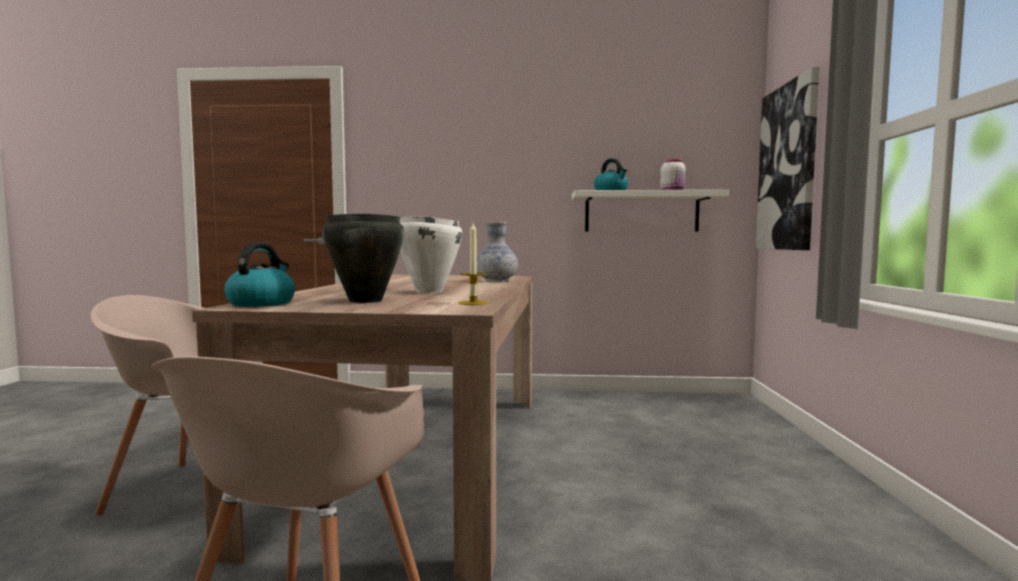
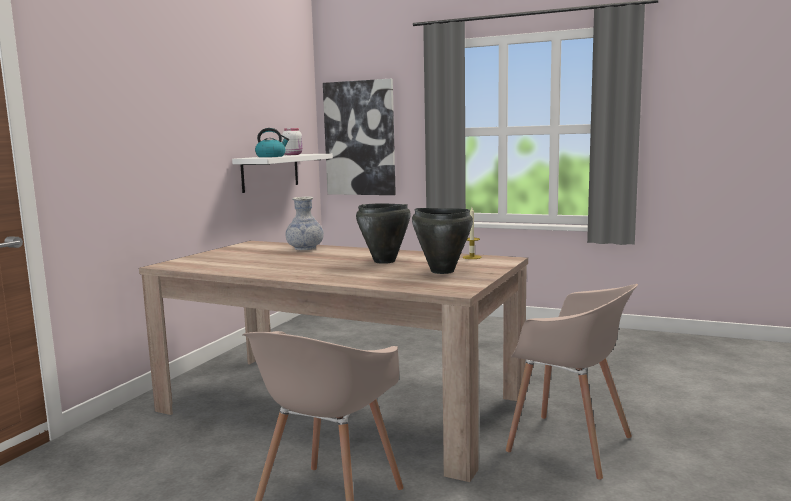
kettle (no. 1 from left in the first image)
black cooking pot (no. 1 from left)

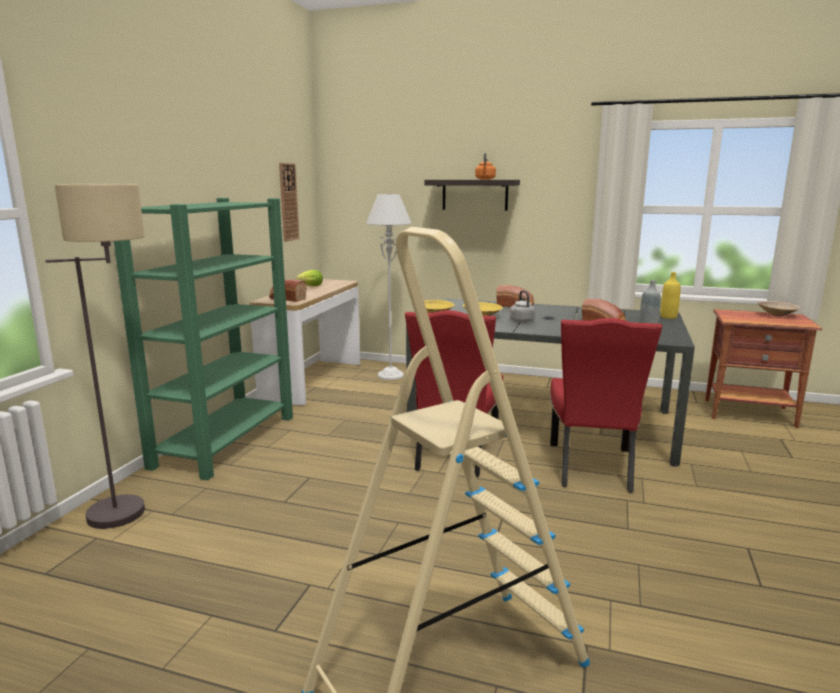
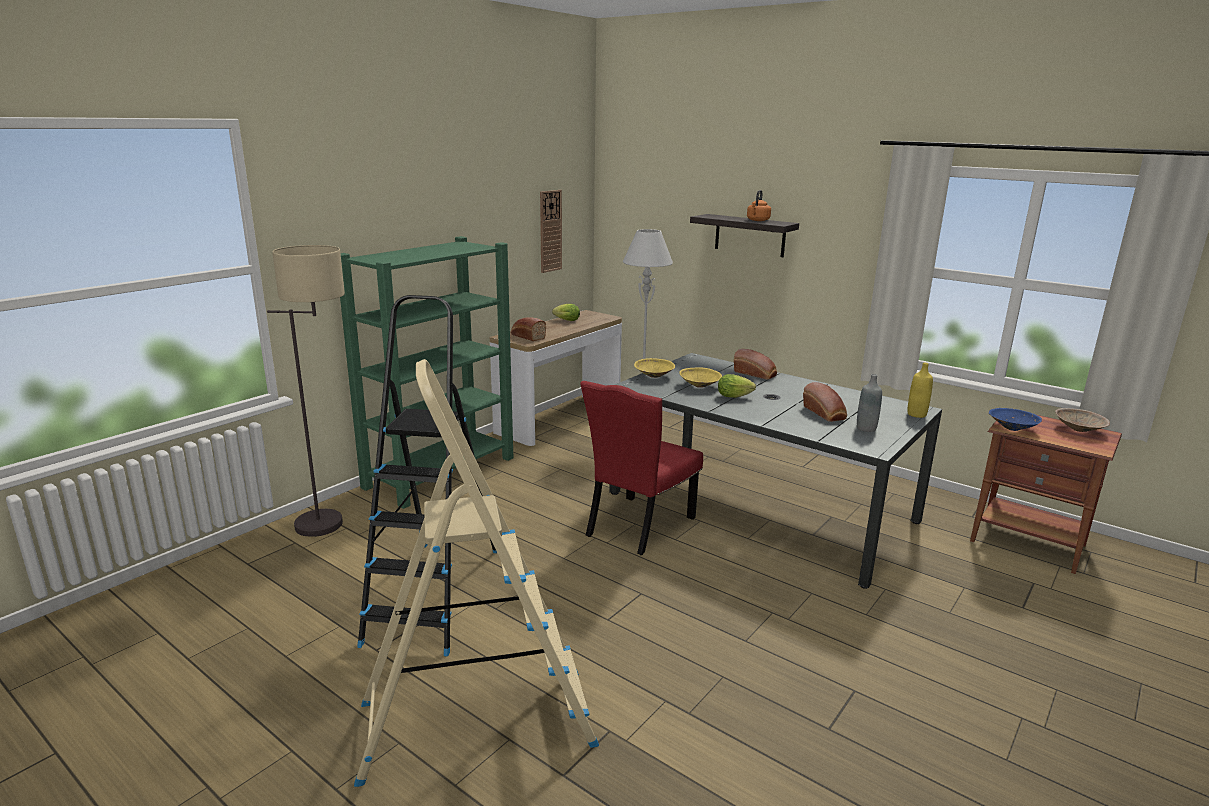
red chair (no. 2 from left in the first image)
black step ladder
blue bowl
lettuce (no. 2 from left)

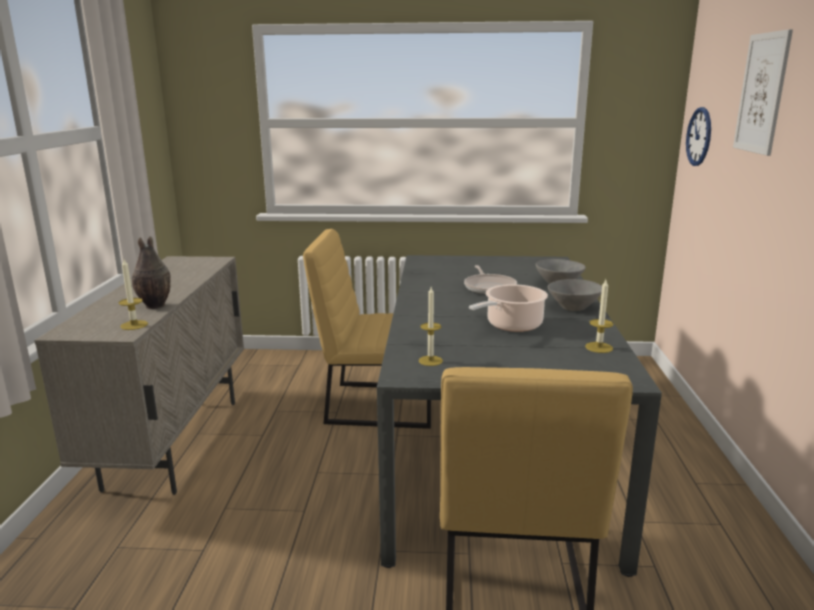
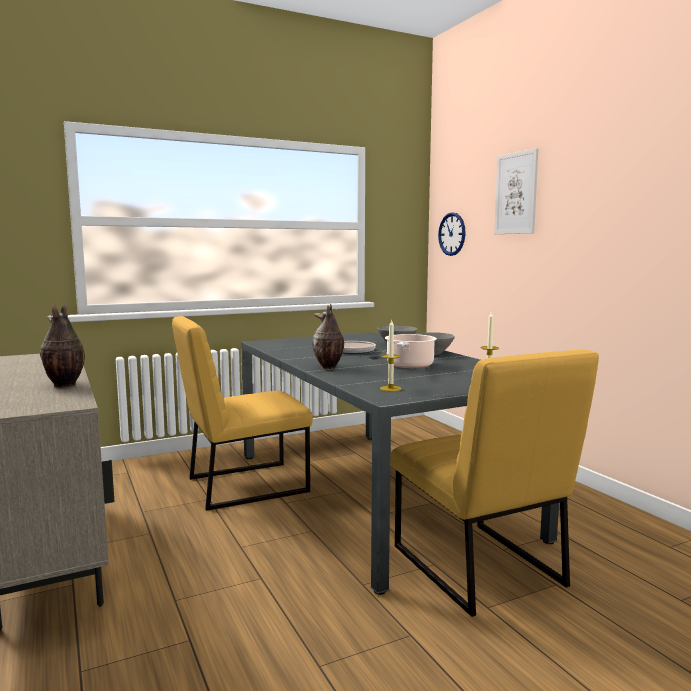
candle (no. 1 from left in the first image)
vase (no. 2 from left)

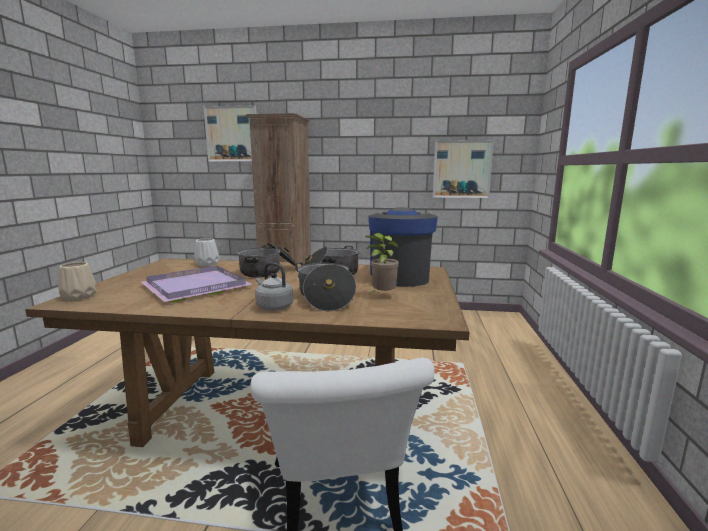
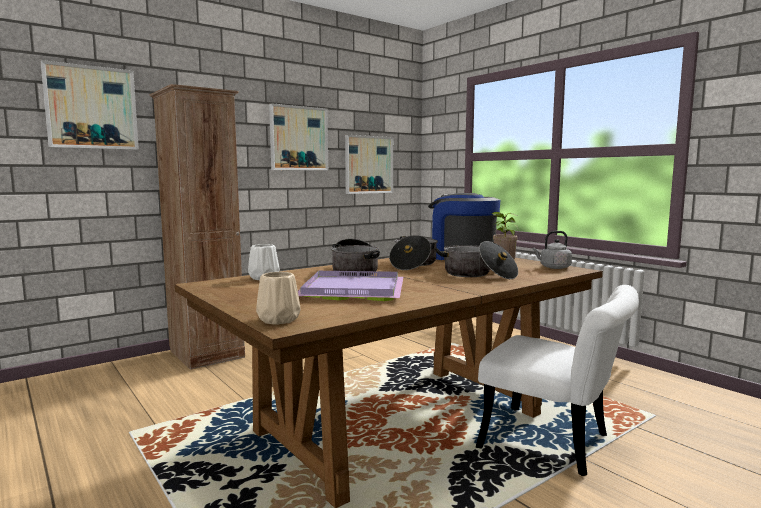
picture (no. 2 from left)
grey kettle

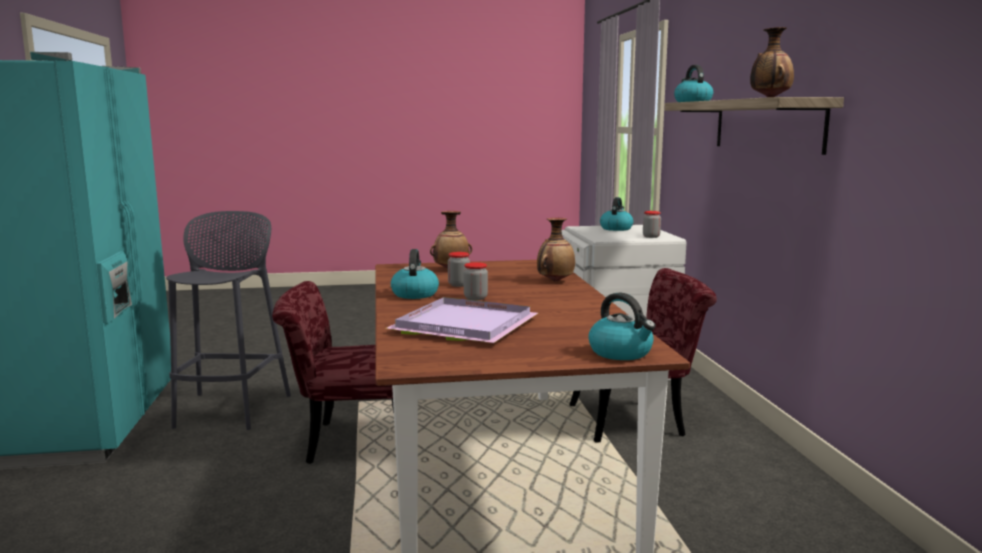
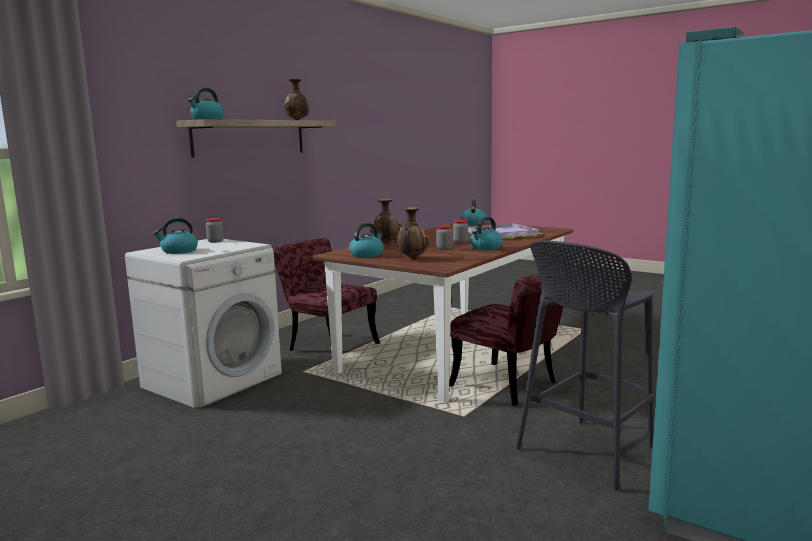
kettle (no. 3 from left)

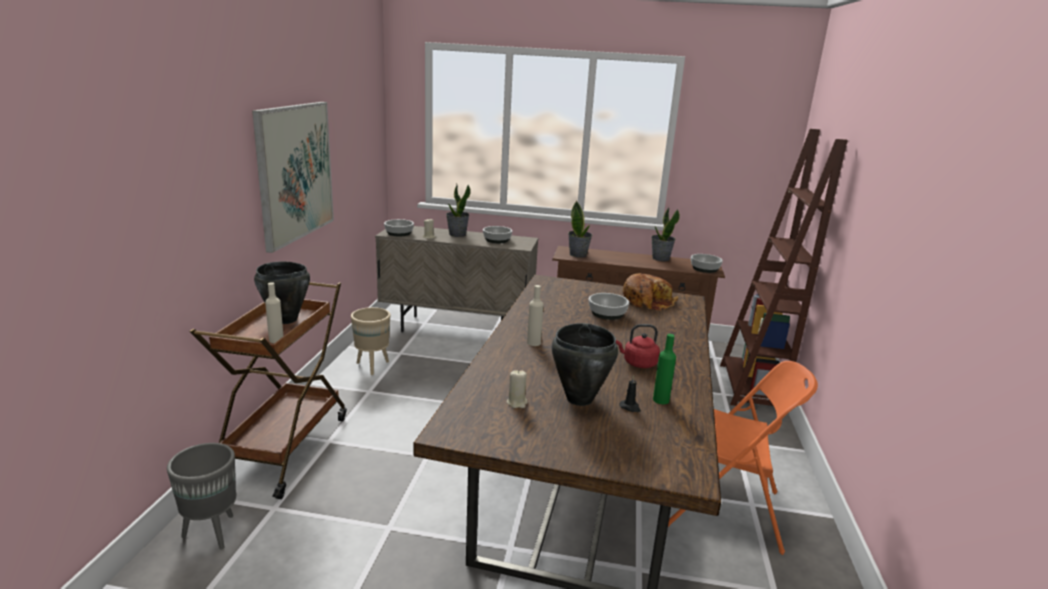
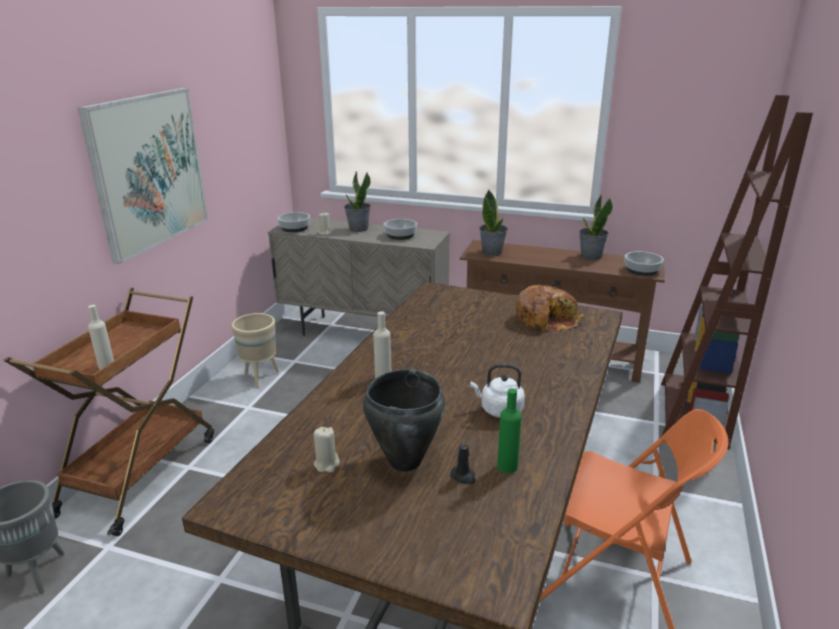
black cooking pot (no. 1 from left in the first image)
bowl (no. 3 from left in the first image)
white kettle

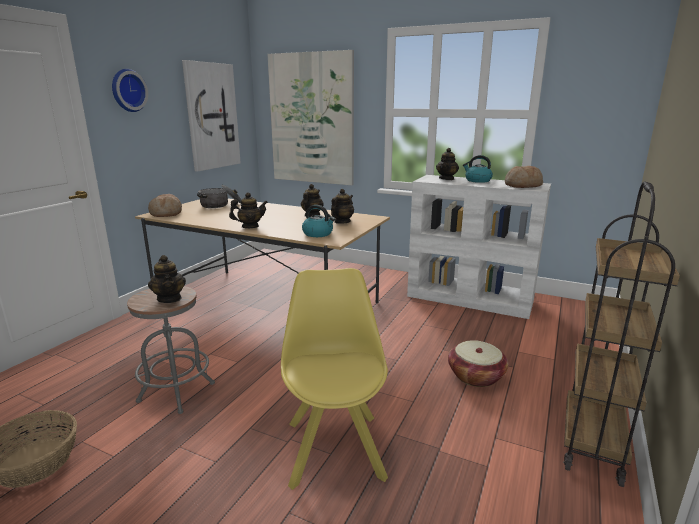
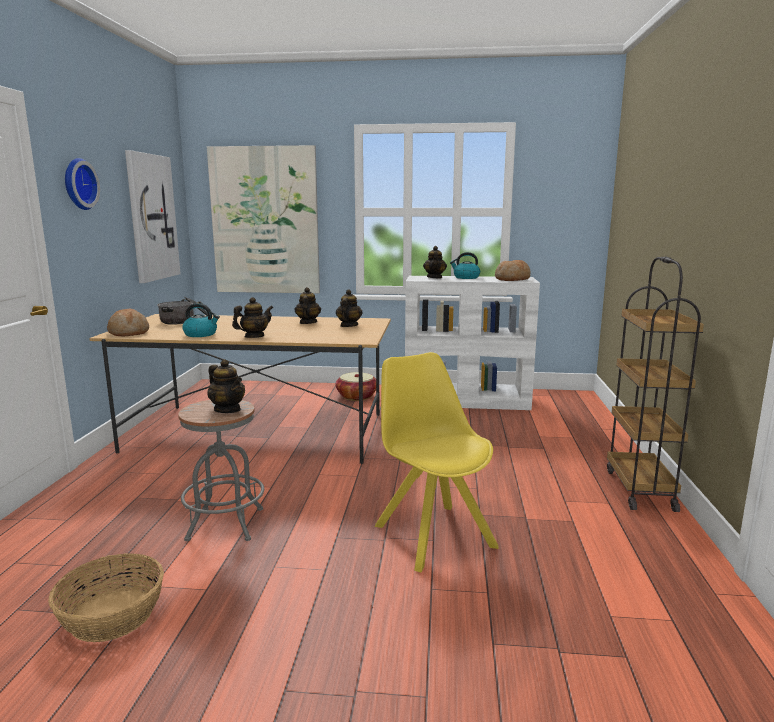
kettle (no. 1 from left)
basket (no. 2 from left)

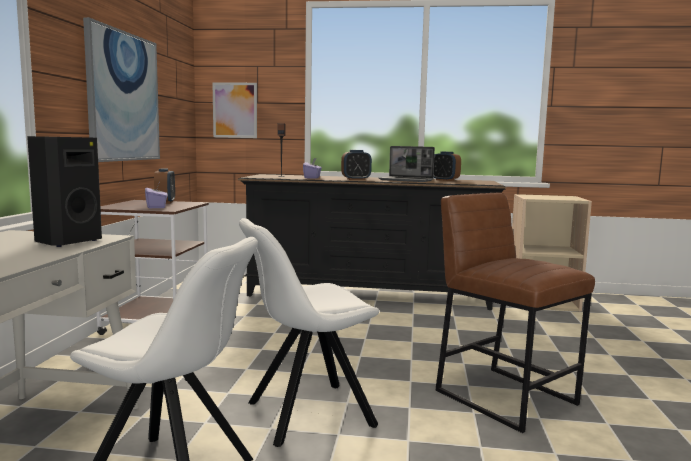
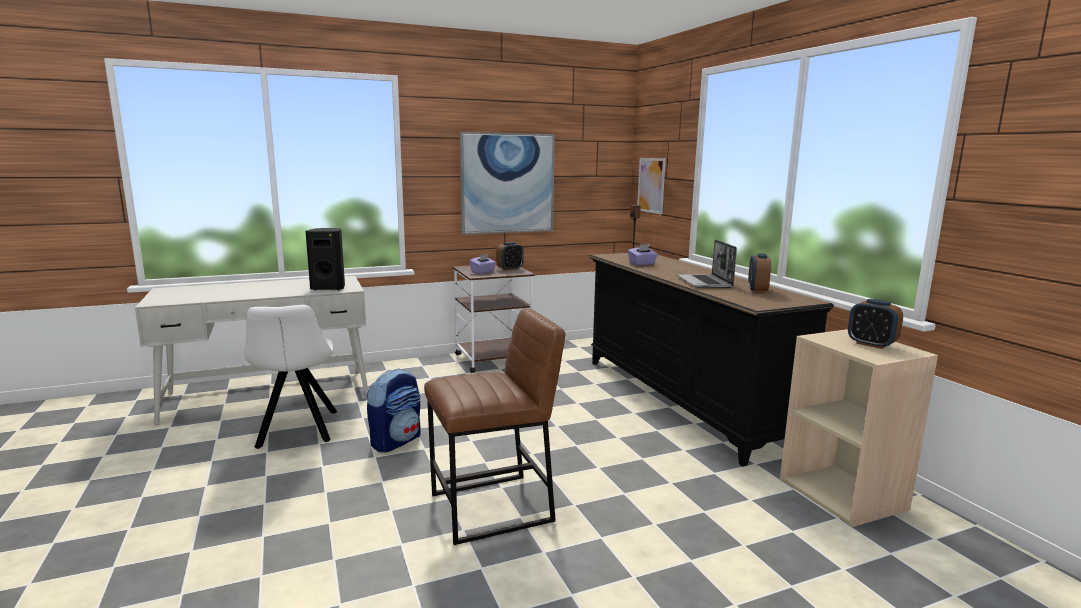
alarm clock (no. 3 from left)
backpack
brown chair

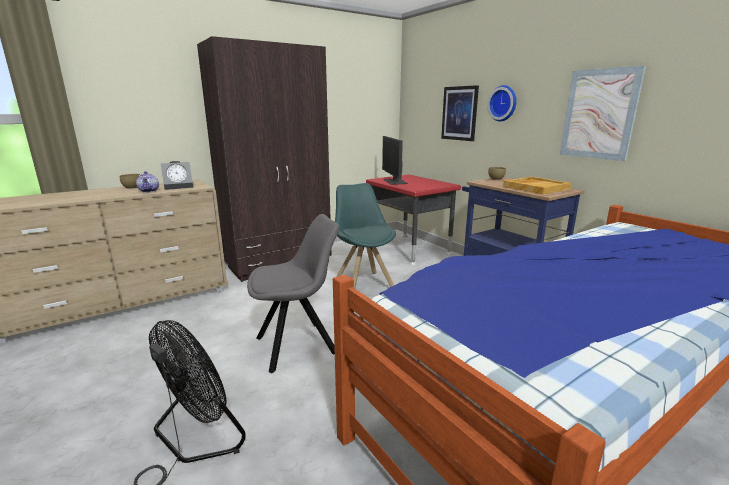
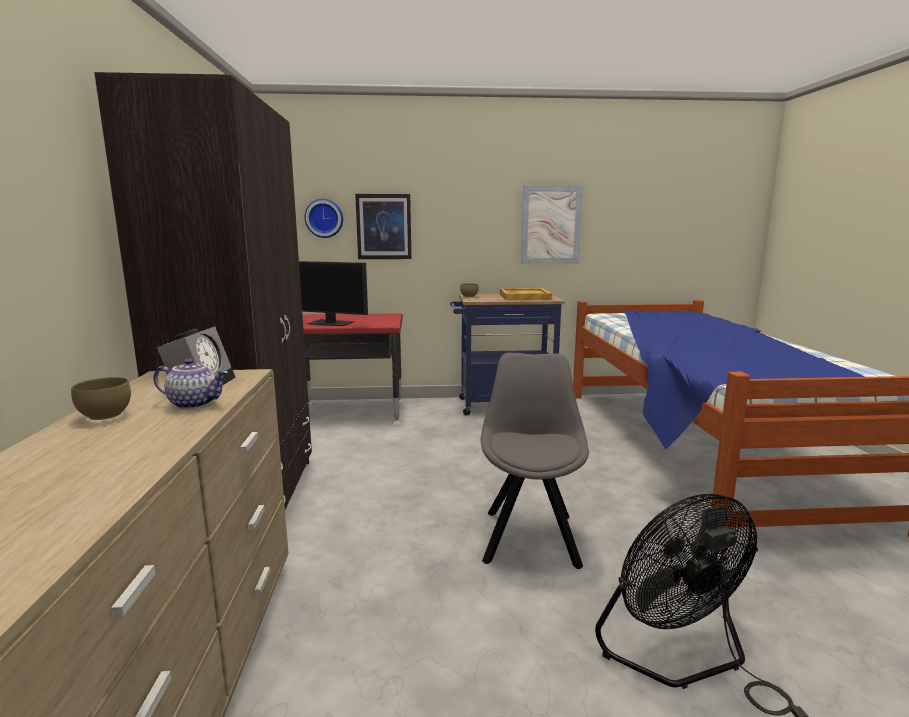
turquoise chair
wall clock

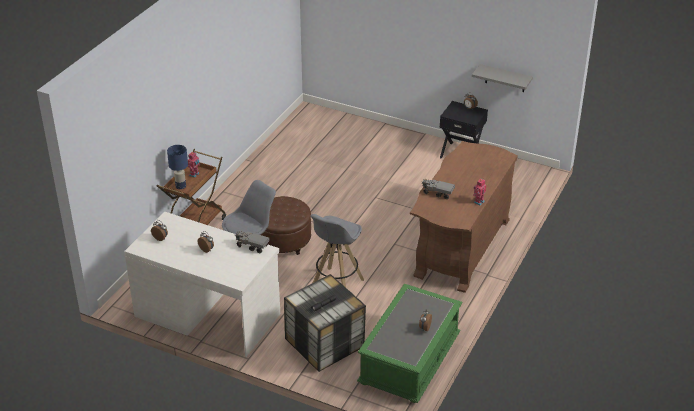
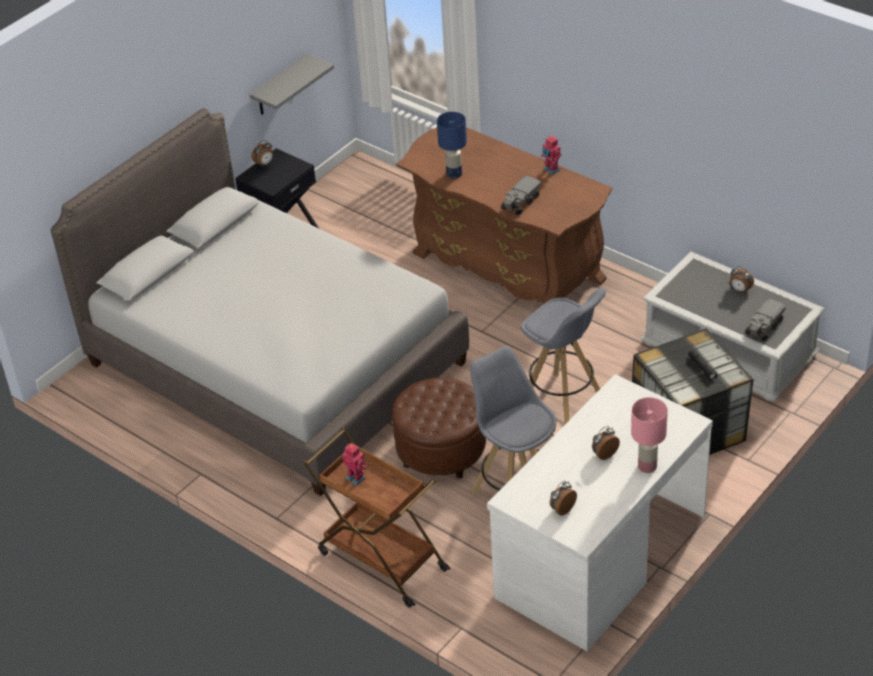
grey bed
pink table lamp
blue table lamp
toy truck (no. 2 from left)
white coffee table

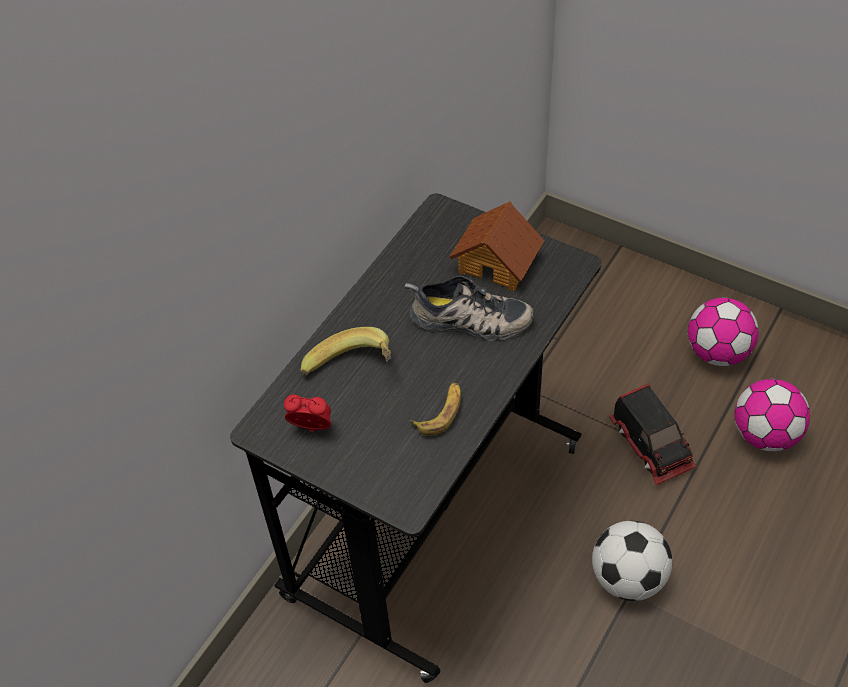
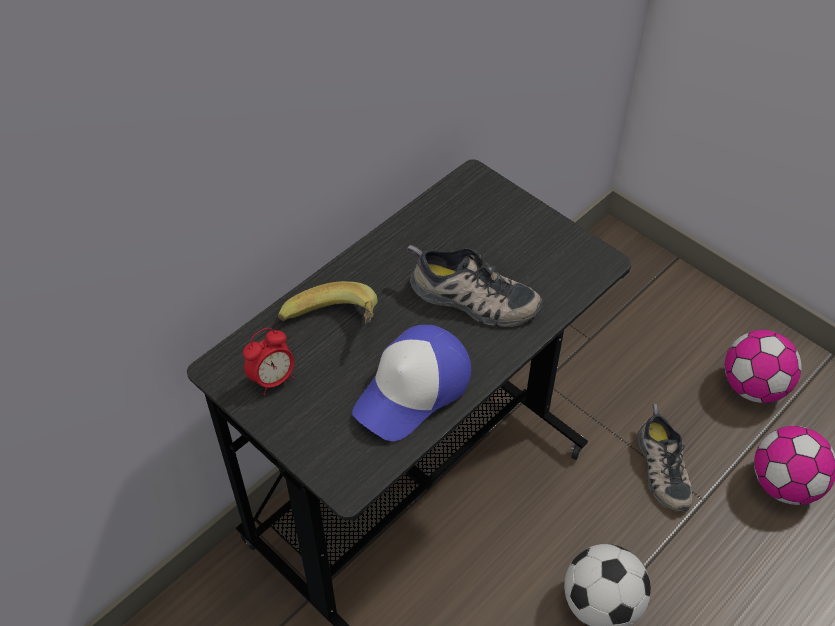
toy house
cap
shoe (no. 2 from left)
alarm clock

